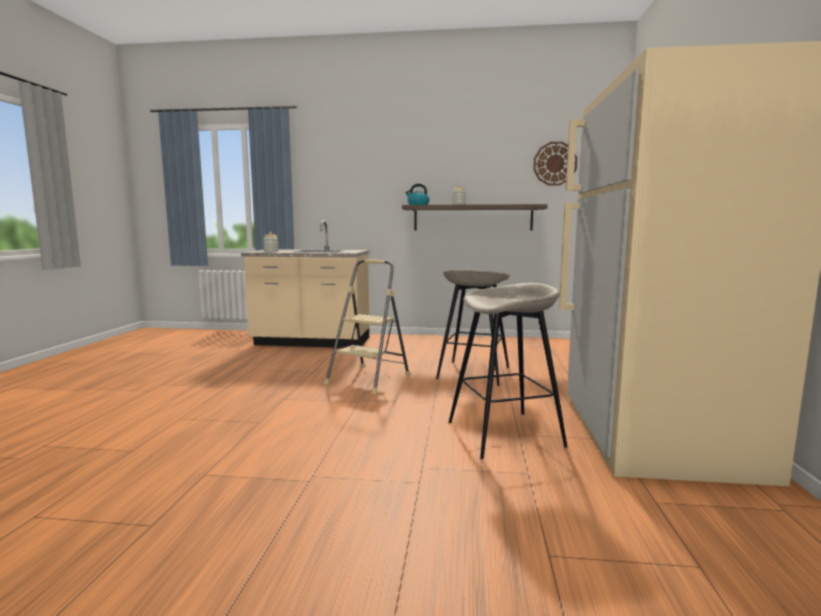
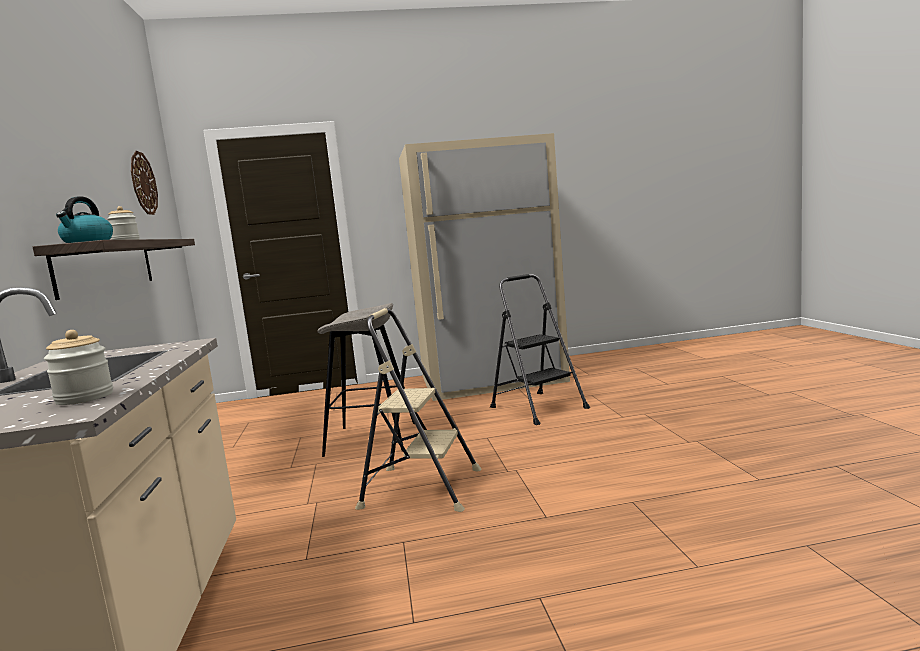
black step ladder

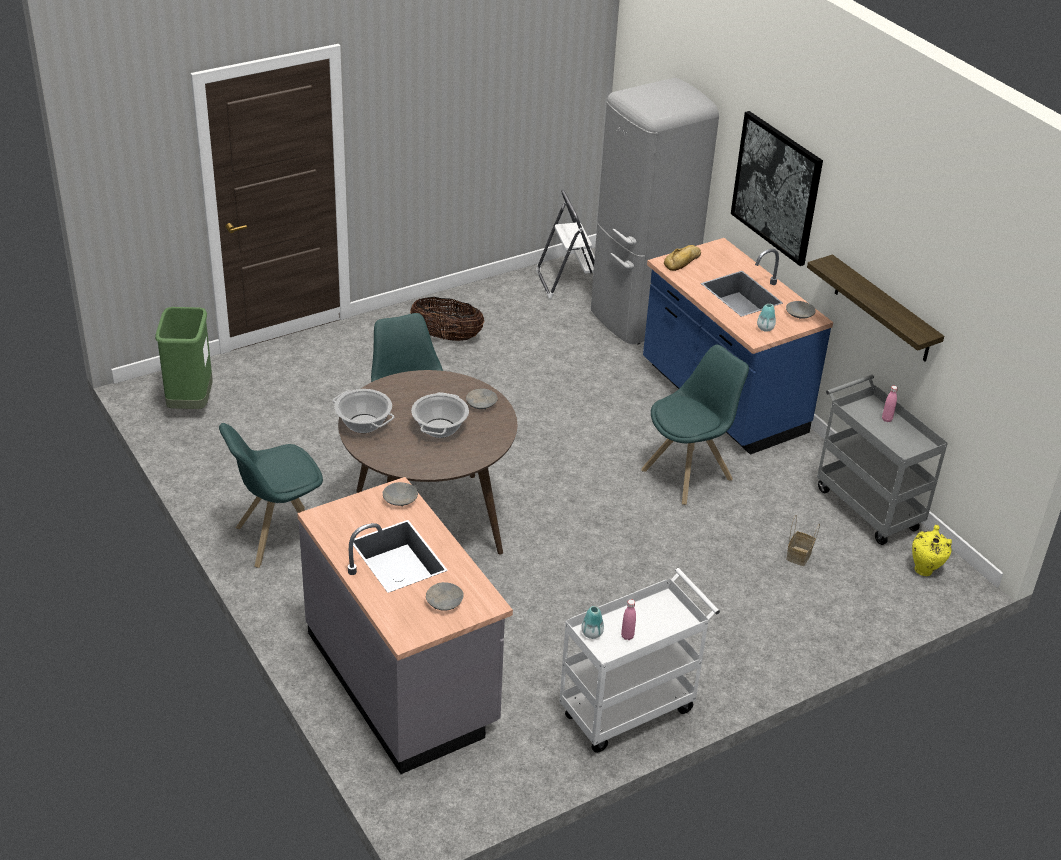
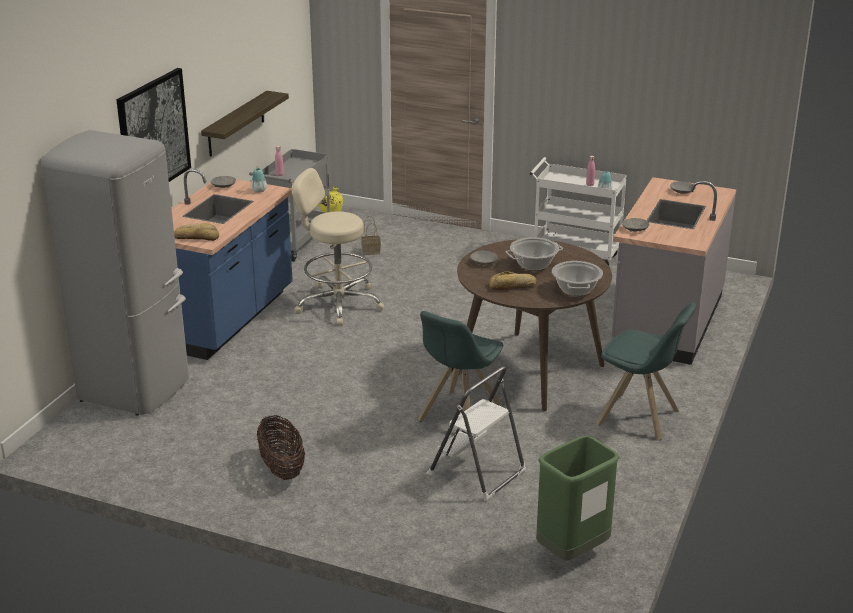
bread (no. 2 from left)
white step ladder
beige stool

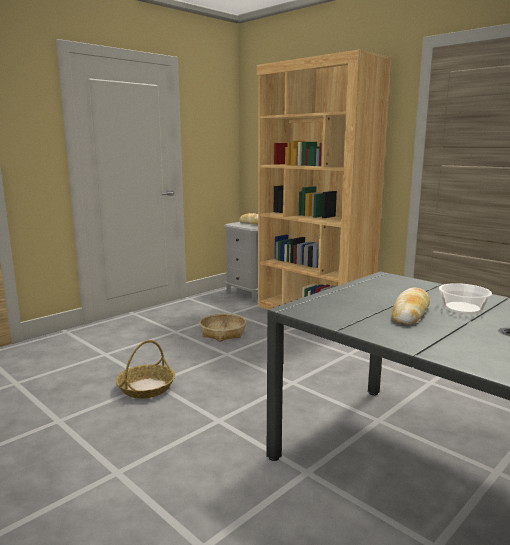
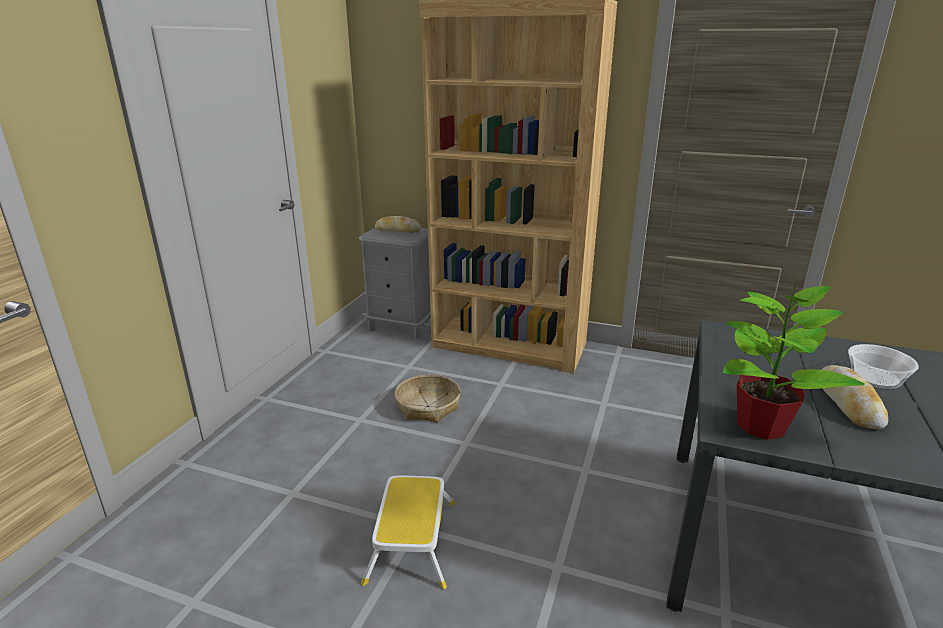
potted plant
yellow step ladder

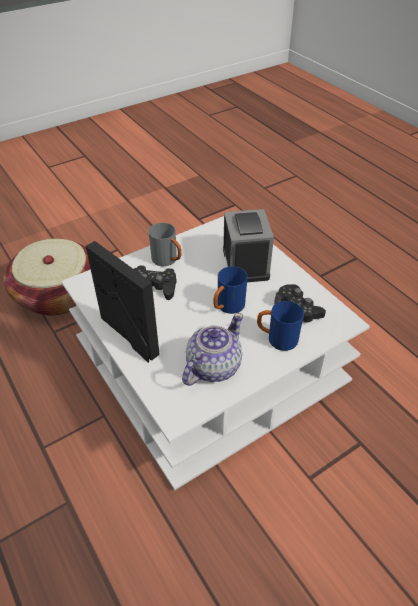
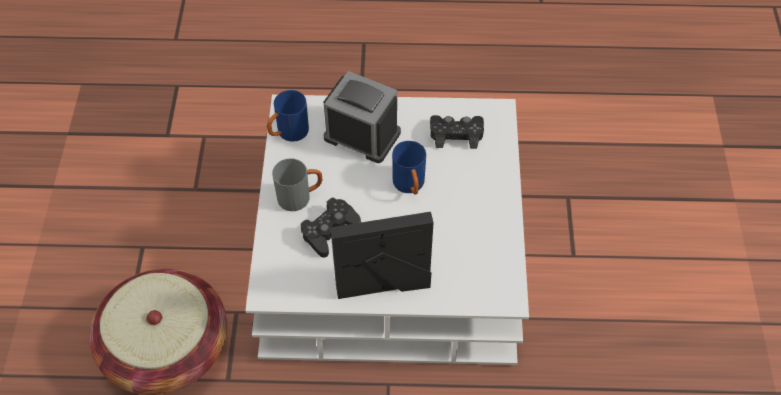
teapot
blue mug (no. 1 from left)

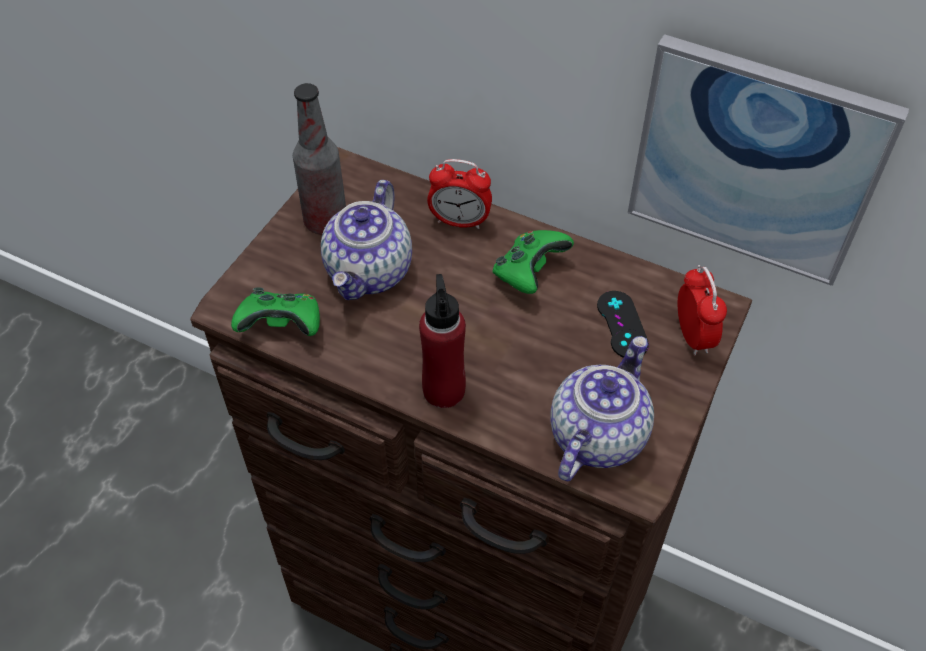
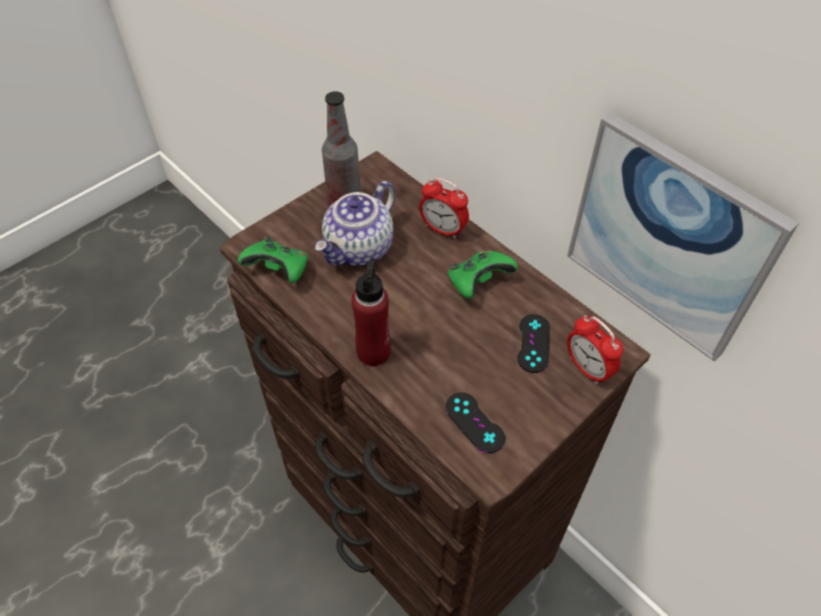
black game controller (no. 1 from left)
alarm clock (no. 2 from left)

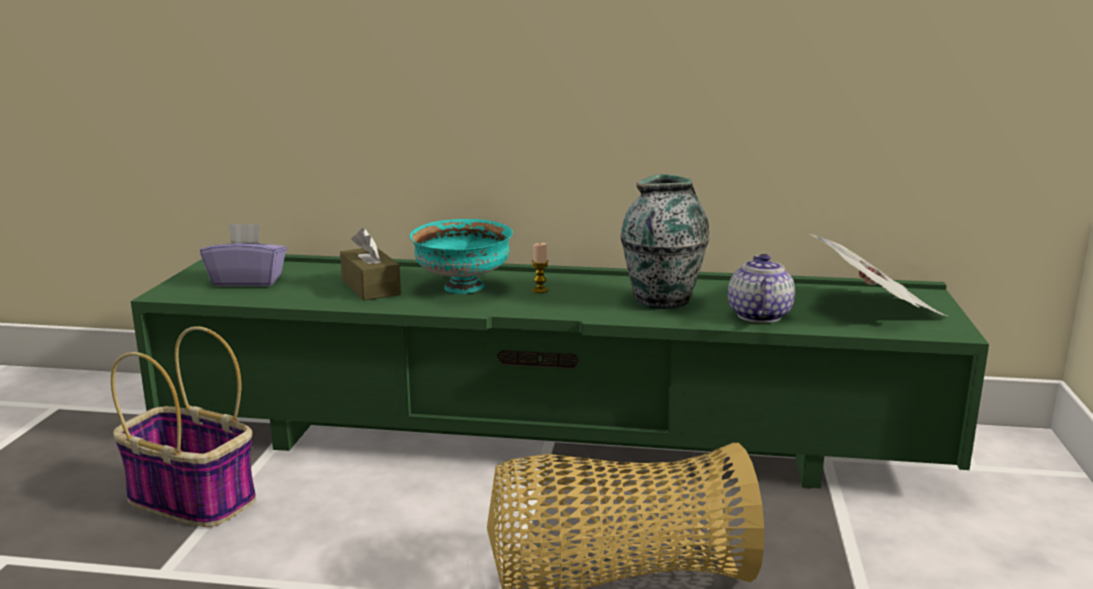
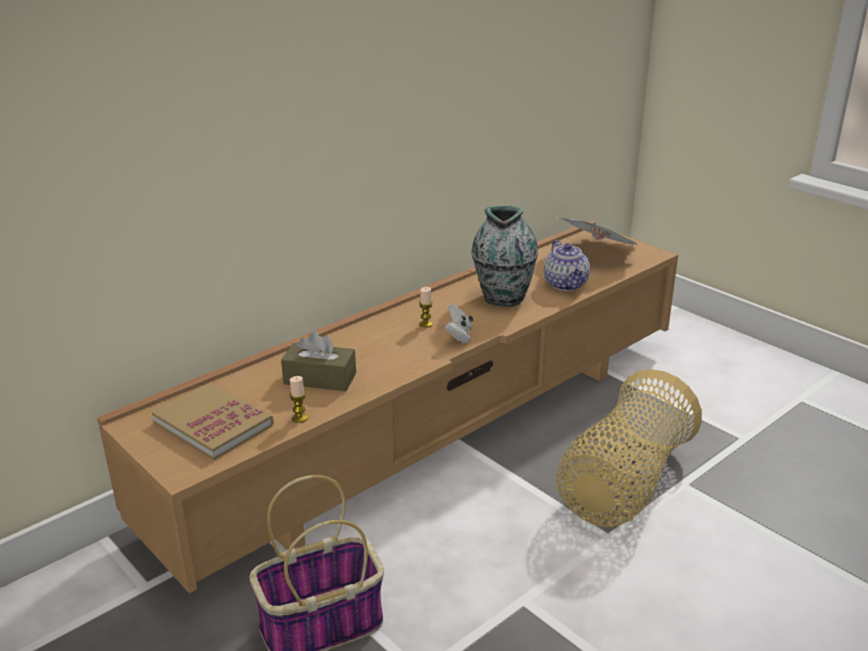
turquoise bowl
candle (no. 1 from left)
white game controller
book
brown tv stand
teapot

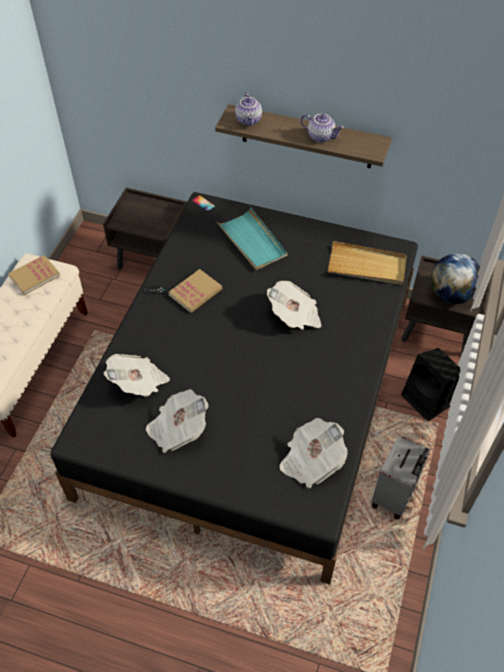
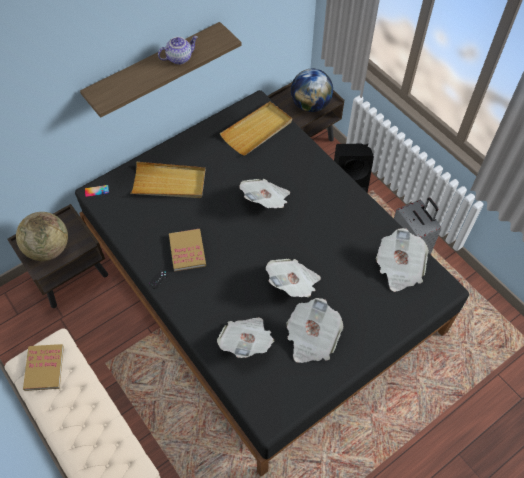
teapot (no. 1 from left in the first image)
globe (no. 1 from left)
newspaper (no. 3 from left)
beige tray (no. 1 from left)

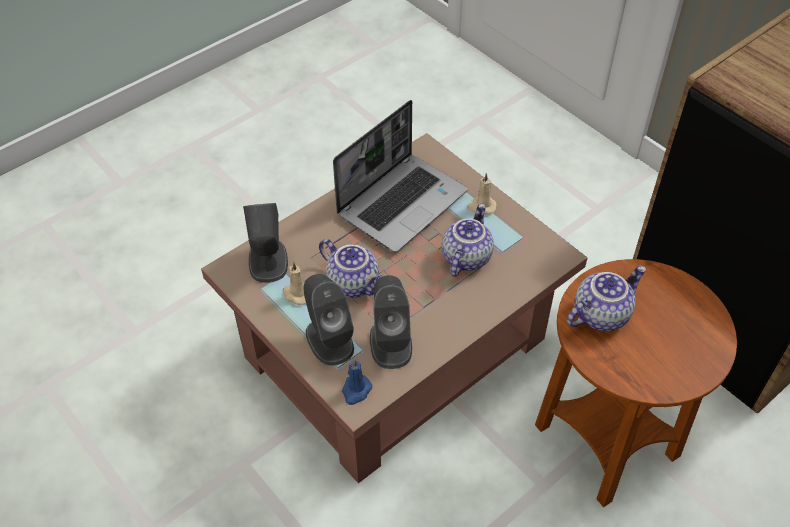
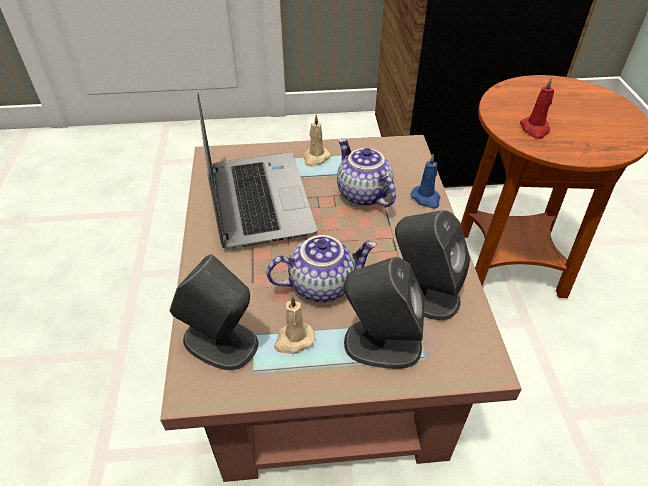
blue candle
red candle

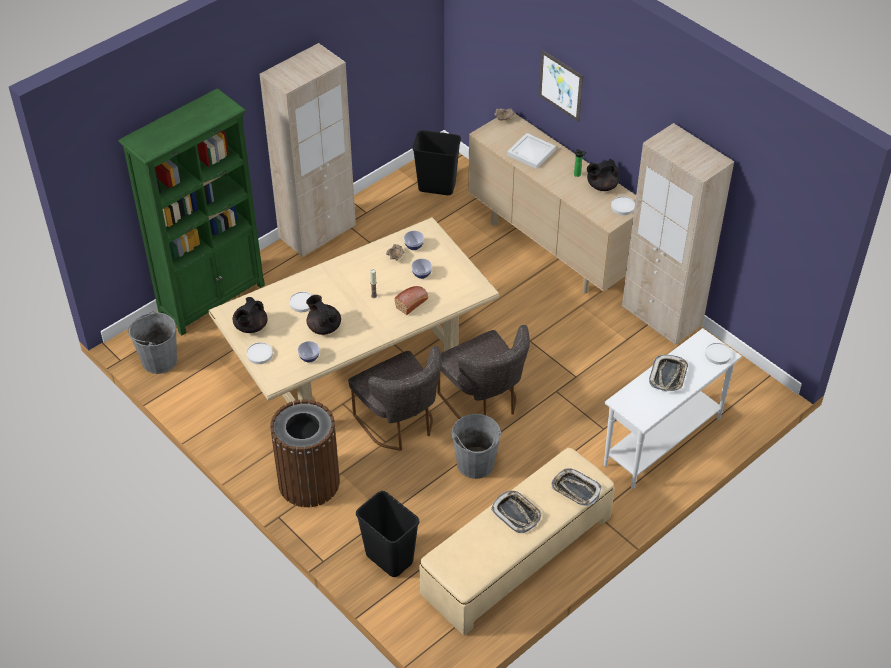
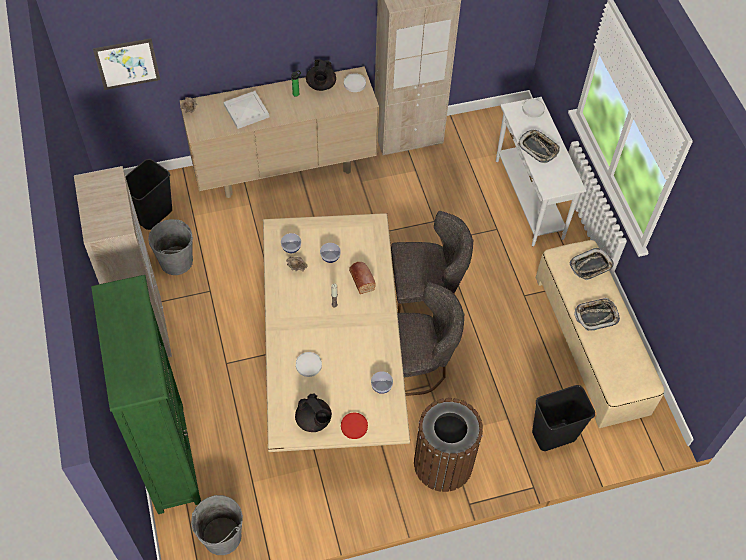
black teapot (no. 2 from left in the first image)
grey bucket (no. 1 from left)
picture
red plate

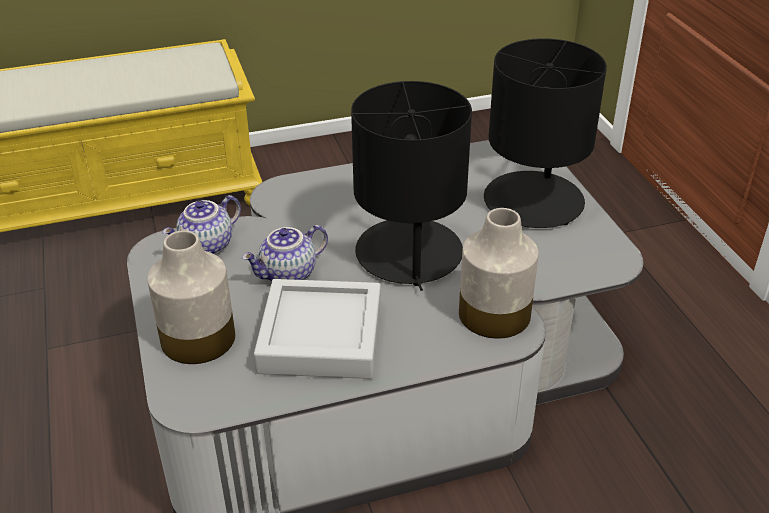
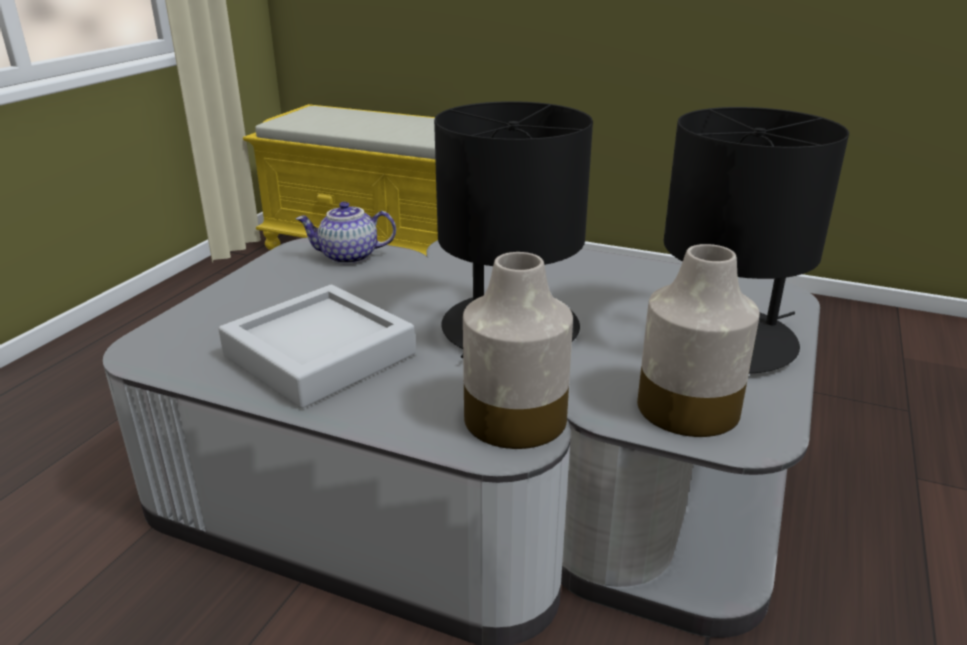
teapot (no. 2 from left in the first image)
beige vase (no. 2 from left)

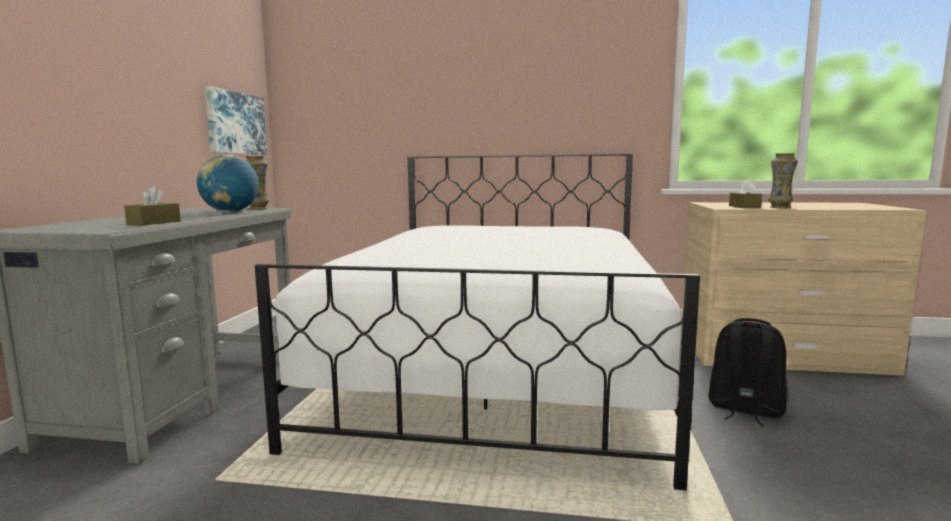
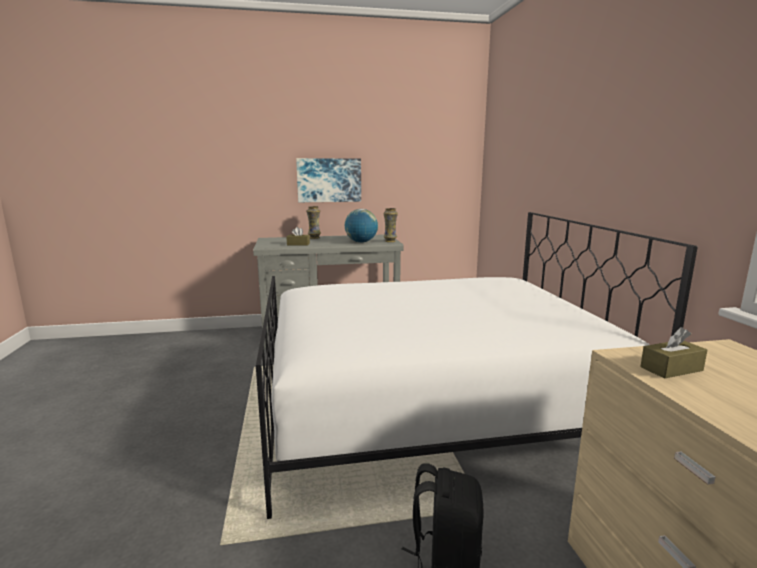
picture
vase (no. 1 from left)

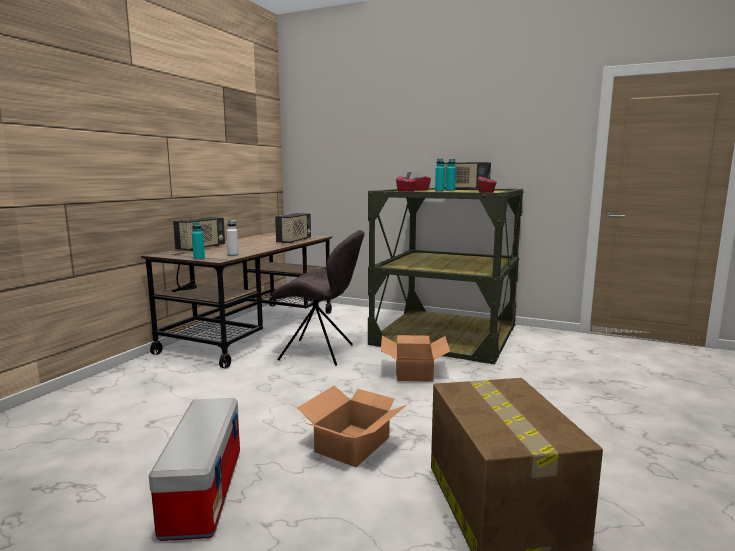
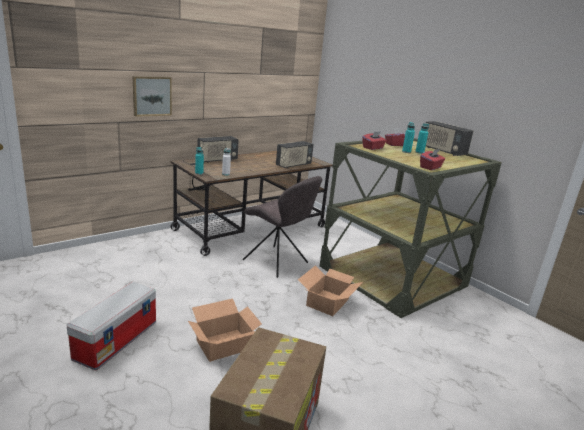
picture

